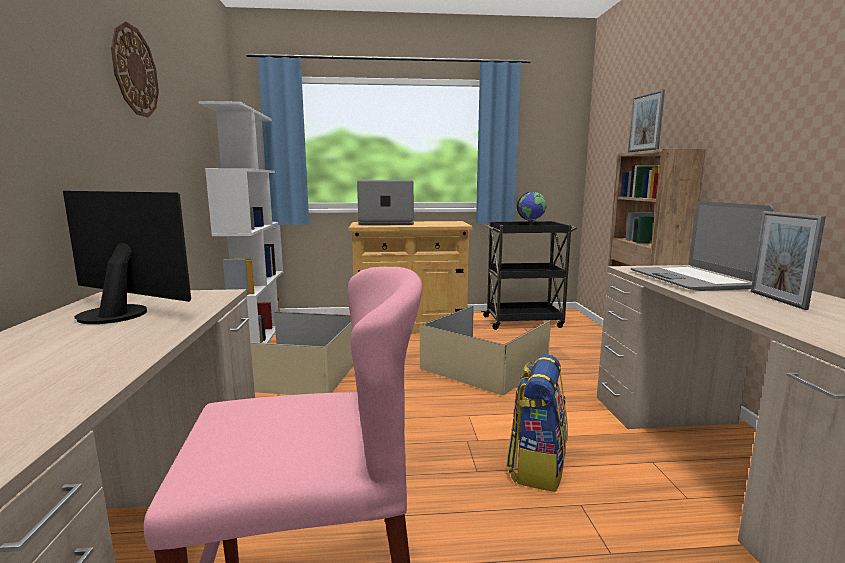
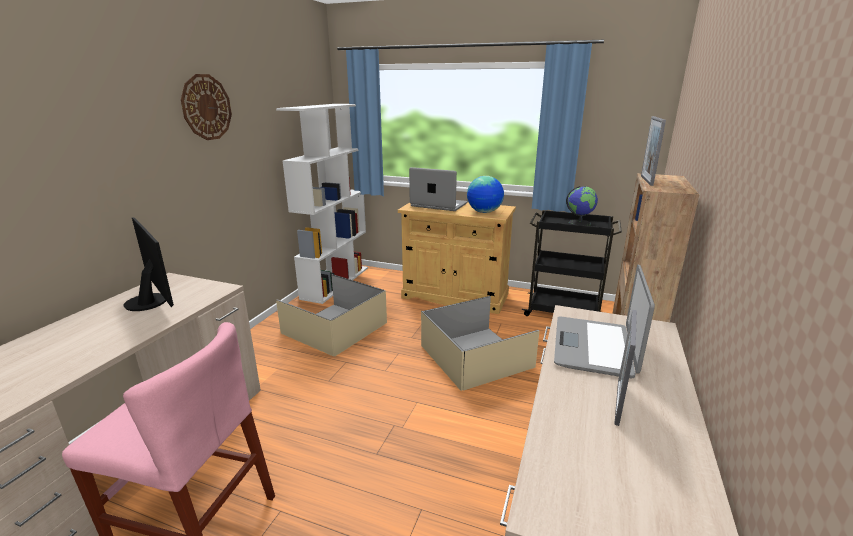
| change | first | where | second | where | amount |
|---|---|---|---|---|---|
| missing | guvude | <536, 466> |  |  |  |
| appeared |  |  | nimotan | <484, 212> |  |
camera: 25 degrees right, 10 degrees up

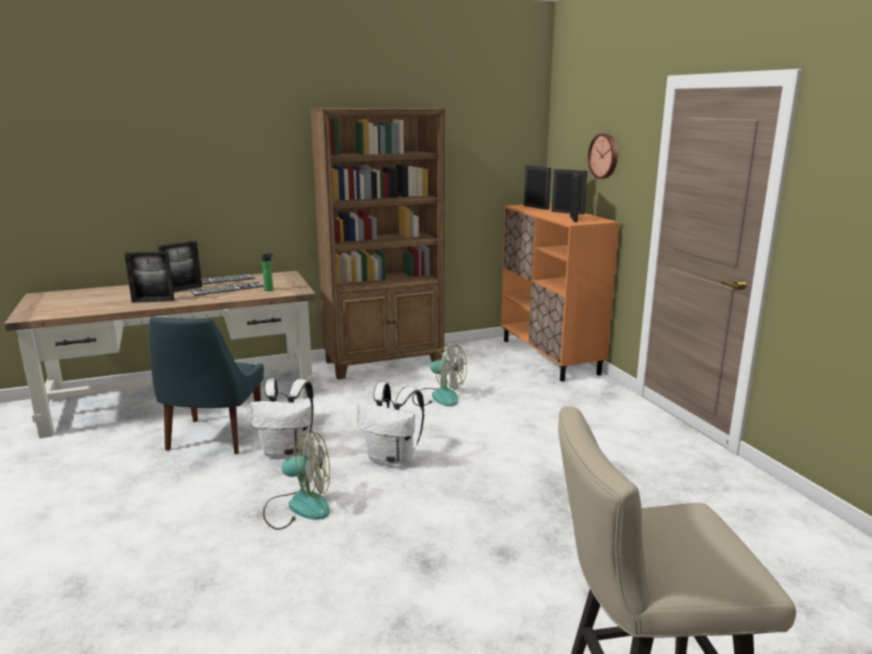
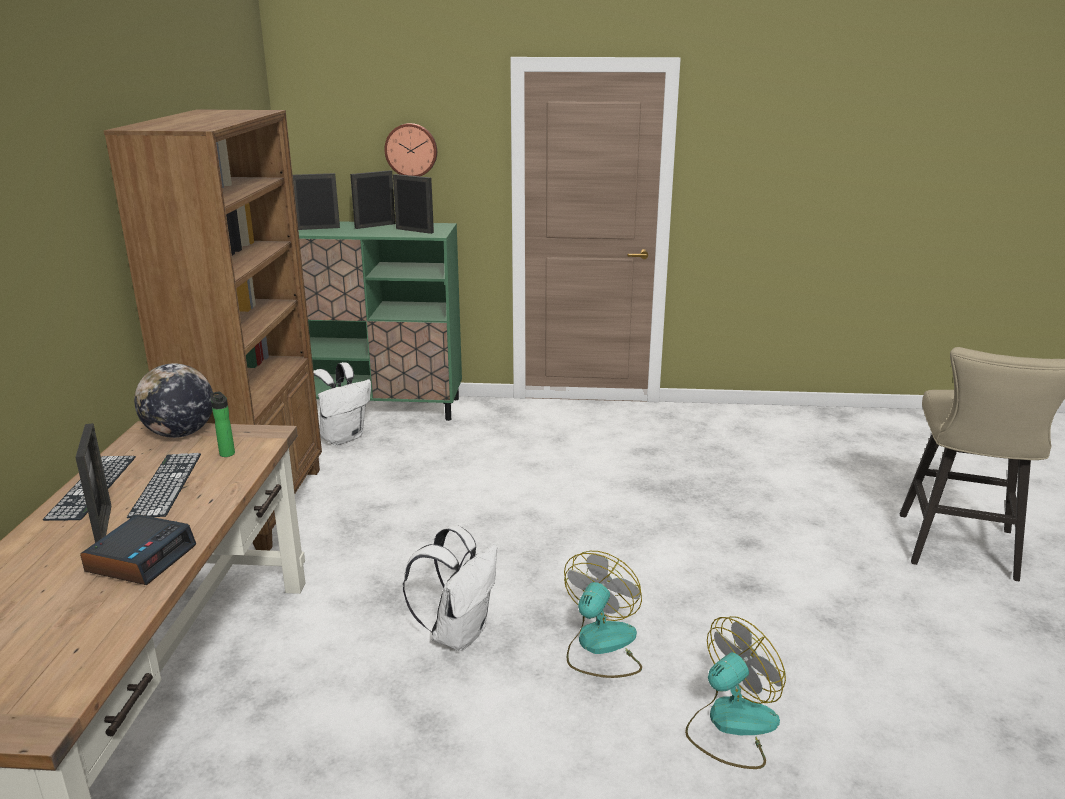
| change | first | where | second | where | amount |
|---|---|---|---|---|---|
| colour | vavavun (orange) | <549, 357> | vavavun (green) | <382, 407> |  |
| exchanged | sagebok | <153, 301> | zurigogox | <141, 558> |  |
| missing | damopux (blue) | <213, 438> |  |  |  |
| relocated | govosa | <438, 397> |  | <731, 725> |  |
| relocated | guvude (white) | <392, 460> |  | <342, 437> |  |
| appeared |  |  | nimotan | <180, 434> |  |
camera: 65 degrees left, 5 degrees up

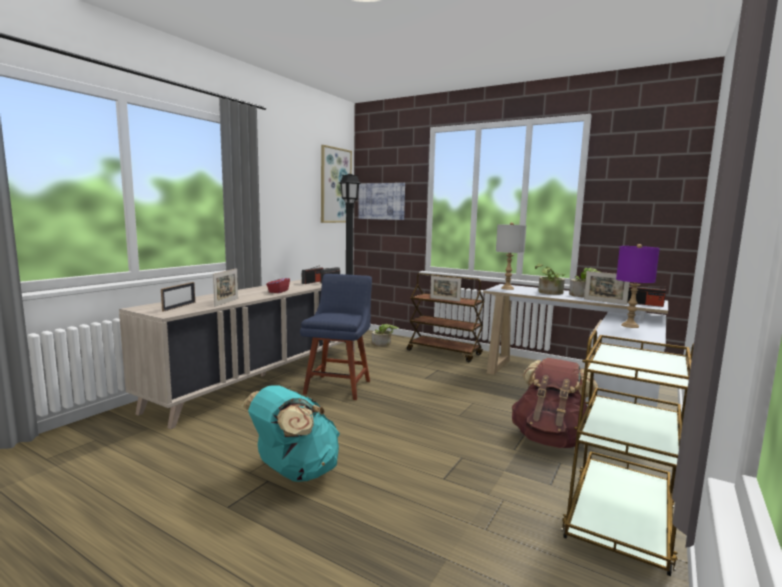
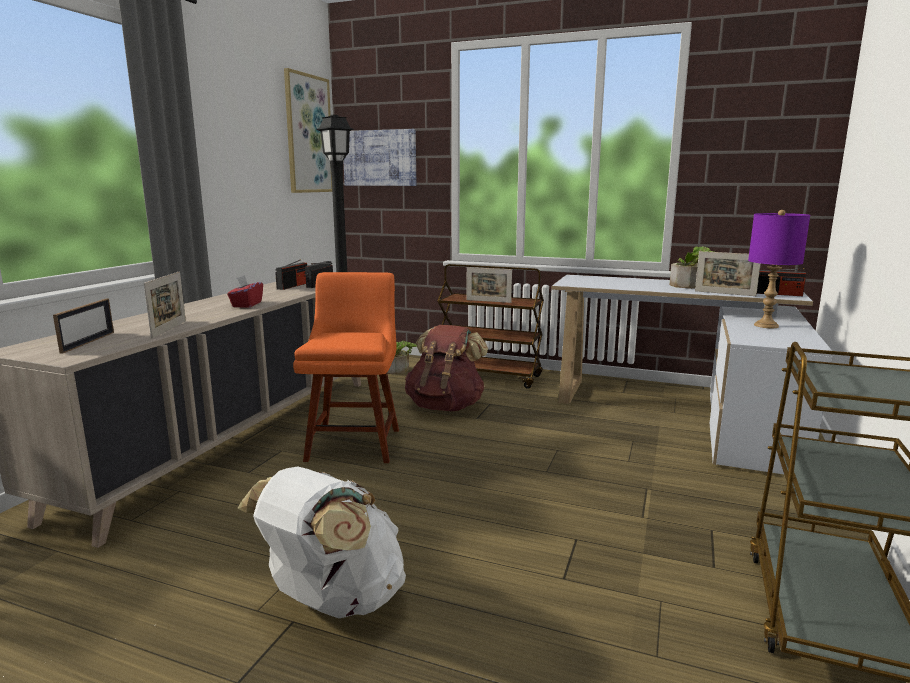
| change | first | where | second | where | amount |
|---|---|---|---|---|---|
| missing | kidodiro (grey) | <507, 288> |  |  |  |
| missing | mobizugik | <548, 293> |  |  |  |
| colour | damopux (blue) | <339, 386> | damopux (orange) | <355, 442> |  |
| relocated | guvude (brown) | <551, 439> |  | <446, 407> |  |
| colour | guvude (turquoise) | <294, 472> | guvude (white) | <333, 600> |  |
camera: 10 degrees left, 5 degrees up

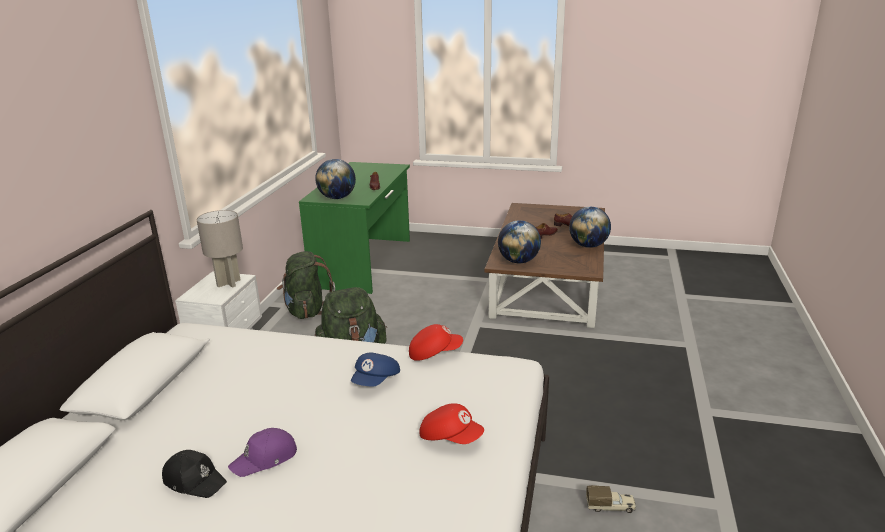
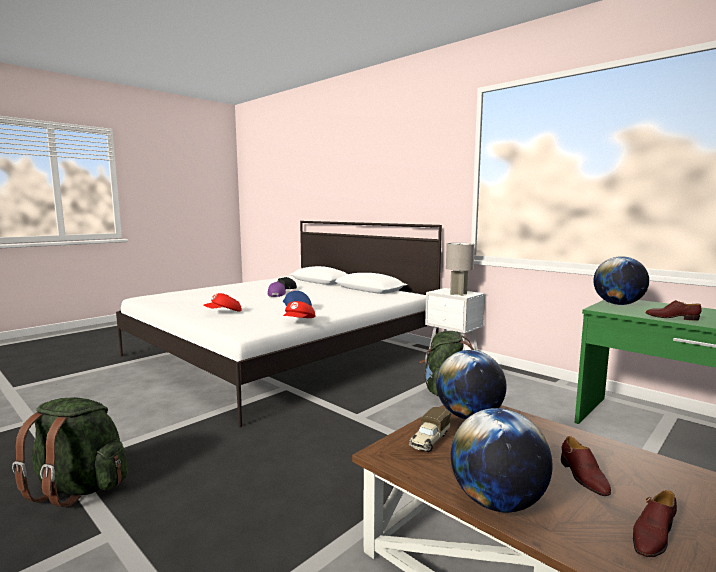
| change | first | where | second | where | amount |
|---|---|---|---|---|---|
| relocated | guvude (green) | <307, 311> |  | <79, 488> |  |
| relocated | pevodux | <610, 507> |  | <429, 441> |  |
camera: 120 degrees right, 15 degrees down

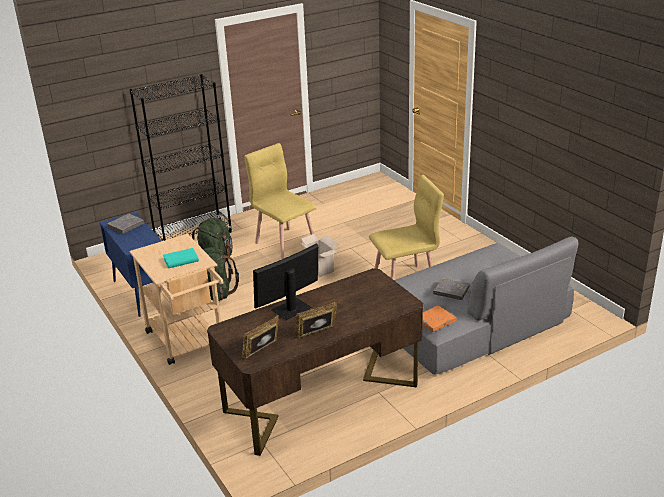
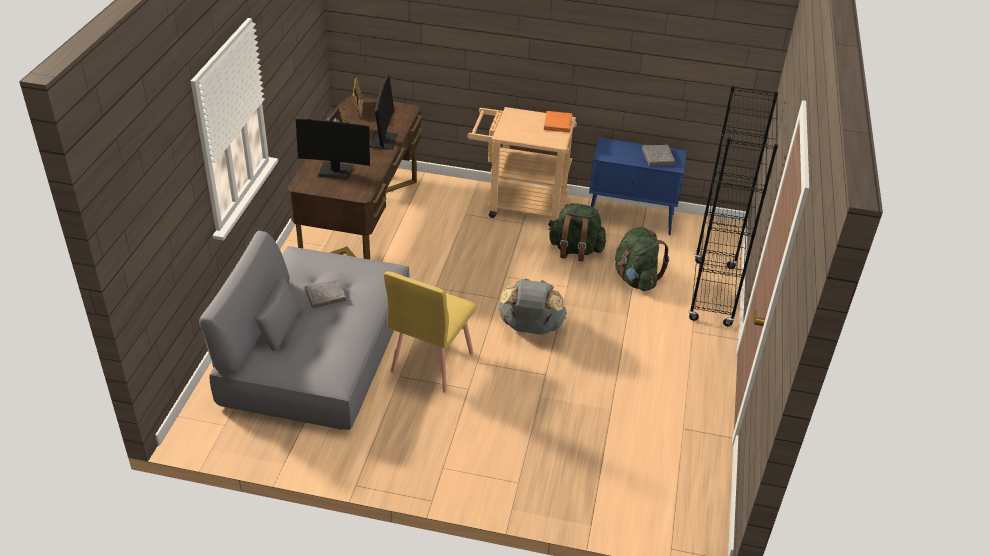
| change | first | where | second | where | amount |
|---|---|---|---|---|---|
| missing | damopux (yellow) | <285, 242> |  |  |  |
| exchanged | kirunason | <321, 269> | guvude (grey) | <530, 328> |  |
| missing | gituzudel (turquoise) | <181, 260> |  |  |  |
| relocated | gituzudel (orange) | <435, 321> |  | <557, 124> |  |
| appeared |  |  | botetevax | <335, 171> |  |
camera: 130 degrees right, 10 degrees up

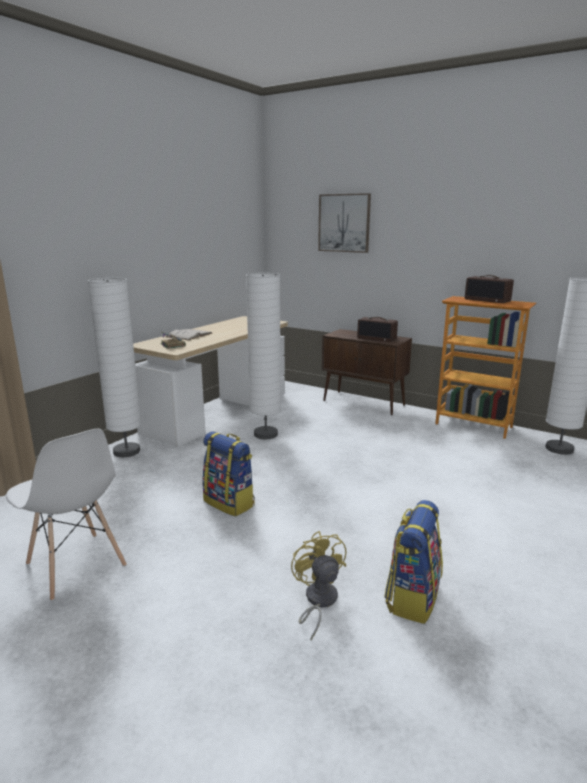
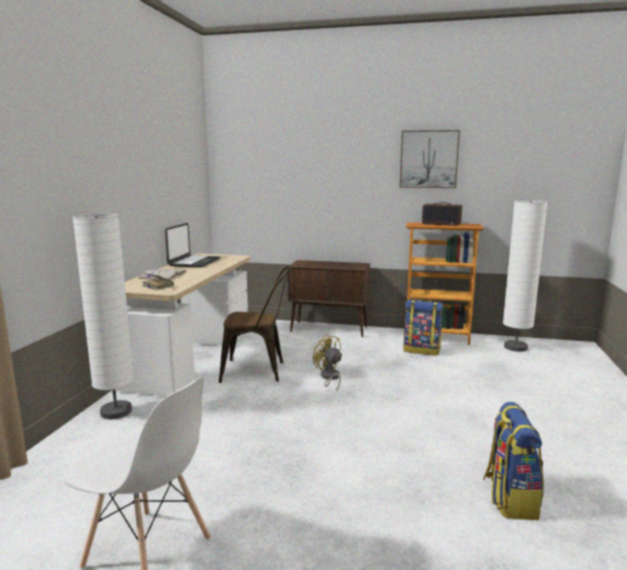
| change | first | where | second | where | amount |
|---|---|---|---|---|---|
| relocated | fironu | <344, 223> |  | <429, 159> |  |
| exchanged | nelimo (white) | <266, 434> | damopux (brown) | <258, 371> |  |
| missing | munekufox | <377, 338> |  |  |  |
| relocated | guvude | <230, 503> |  | <422, 350> |  |
| relocated | govosa (yellow) | <318, 601> |  | <329, 378> |  |
| appeared |  |  | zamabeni | <194, 262> |  |
camera: 20 degrees left, 5 degrees down

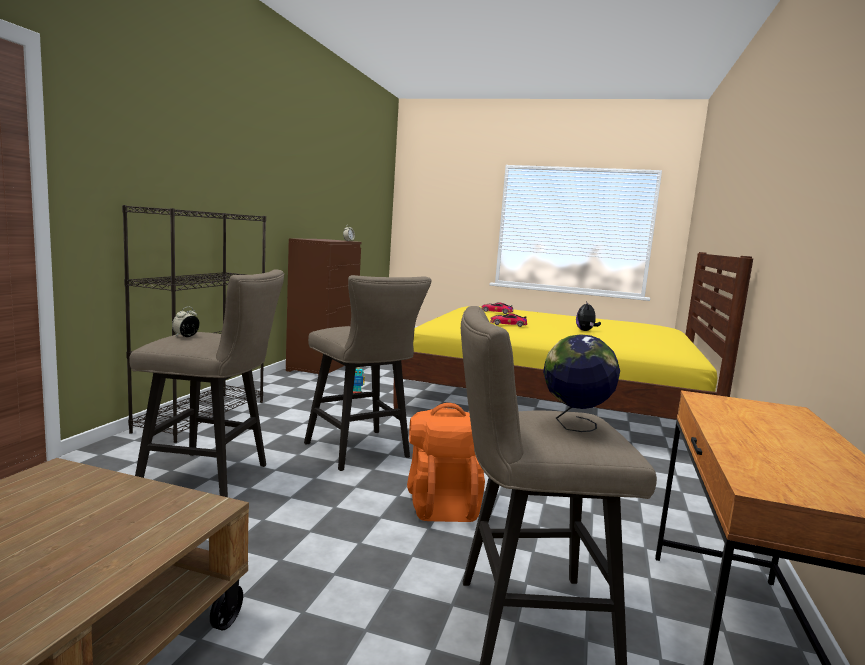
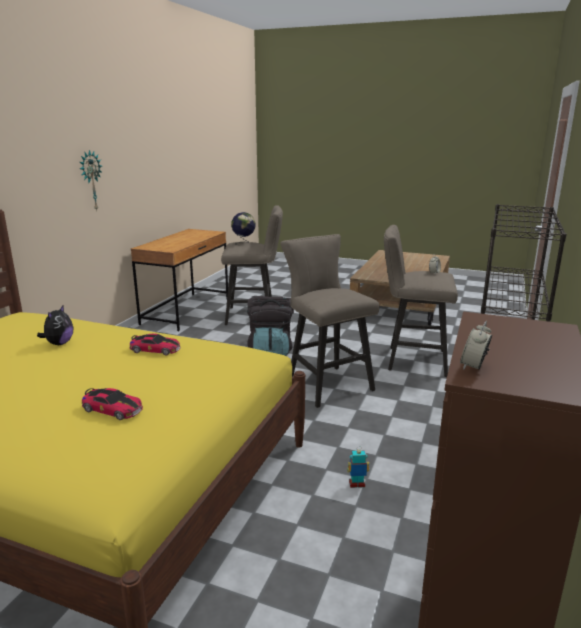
| change | first | where | second | where | amount |
|---|---|---|---|---|---|
| colour | guvude (orange) | <443, 503> | guvude (black) | <271, 351> |  |
| appeared |  |  | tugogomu | <90, 181> |  |
camera: 175 degrees left, 10 degrees up

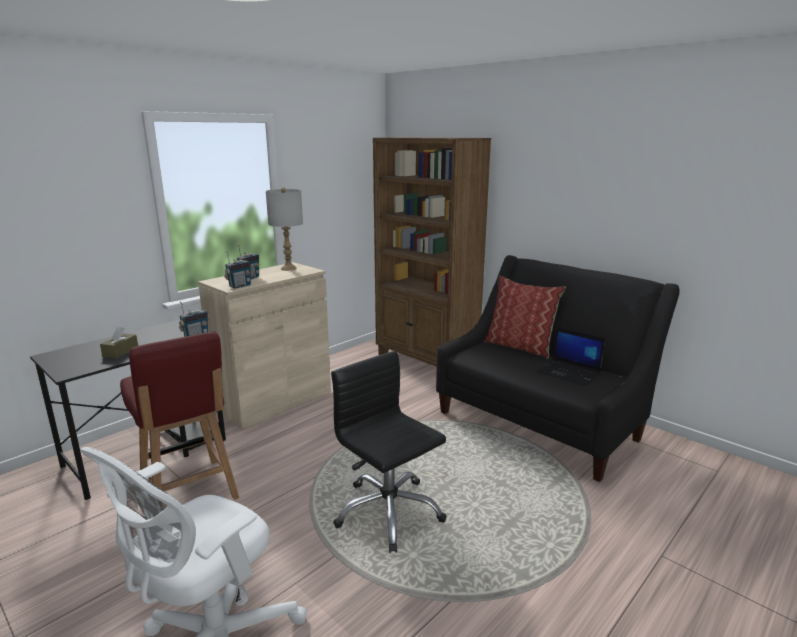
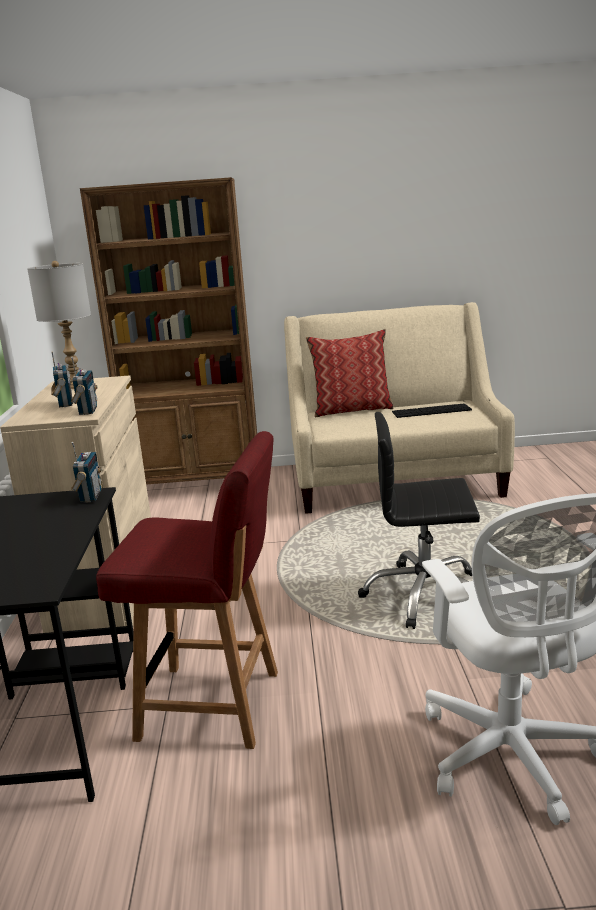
| change | first | where | second | where | amount |
|---|---|---|---|---|---|
| colour | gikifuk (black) | <541, 421> | gikifuk (beige) | <395, 481> |  |
| missing | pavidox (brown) | <120, 352> |  |  |  |
| exchanged | zamabeni | <570, 373> | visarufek | <431, 411> |  |
camera: 45 degrees left, 0 degrees up

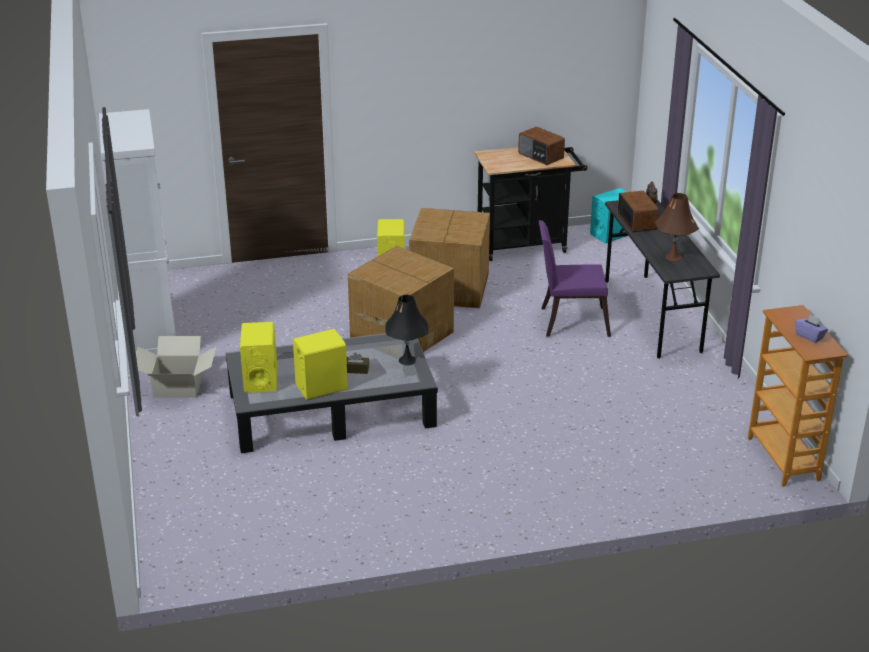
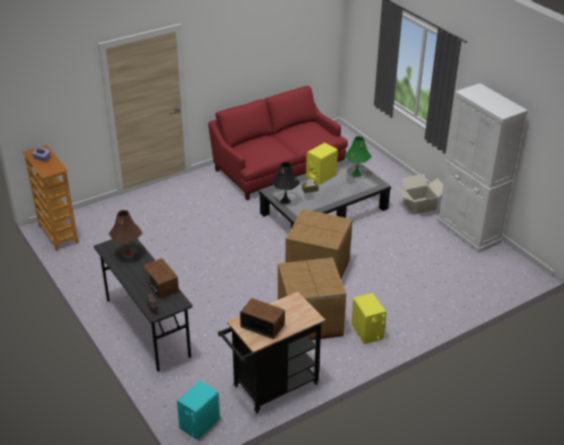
| change | first | where | second | where | amount |
|---|---|---|---|---|---|
| missing | damopux (purple) | <569, 321> |  |  |  |
| exchanged | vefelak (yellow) | <260, 379> | kidodiro (green) | <356, 174> |  |
| appeared |  |  | gikifuk (red) | <278, 166> |  |
camera: 160 degrees right, 5 degrees up

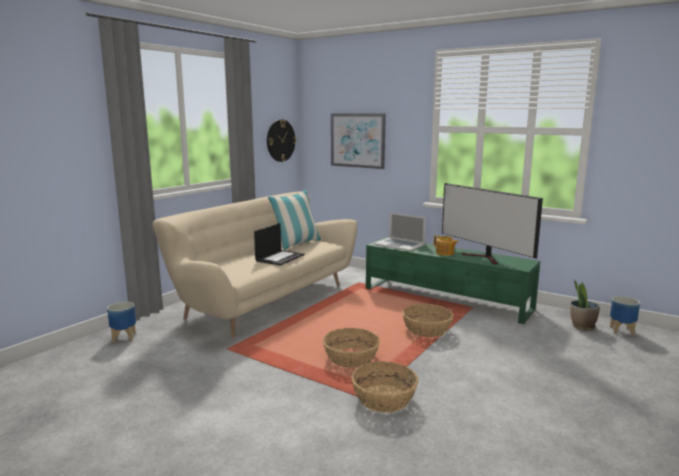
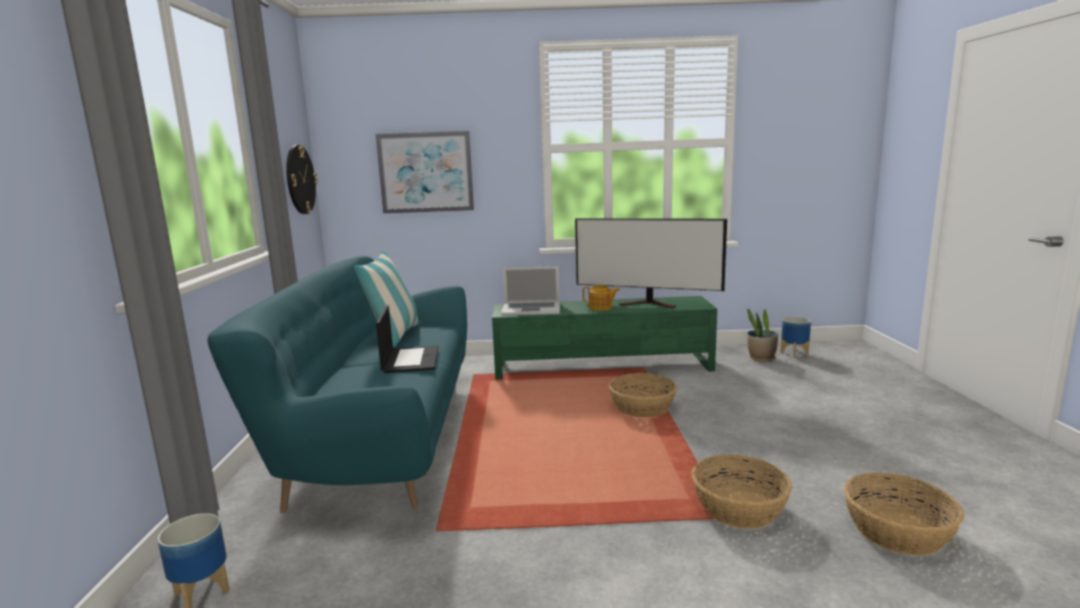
| change | first | where | second | where | amount |
|---|---|---|---|---|---|
| colour | gikifuk (beige) | <264, 300> | gikifuk (turquoise) | <378, 436> |  |
| relocated | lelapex | <351, 358> |  | <898, 531> |  |
camera: 35 degrees left, 0 degrees up

